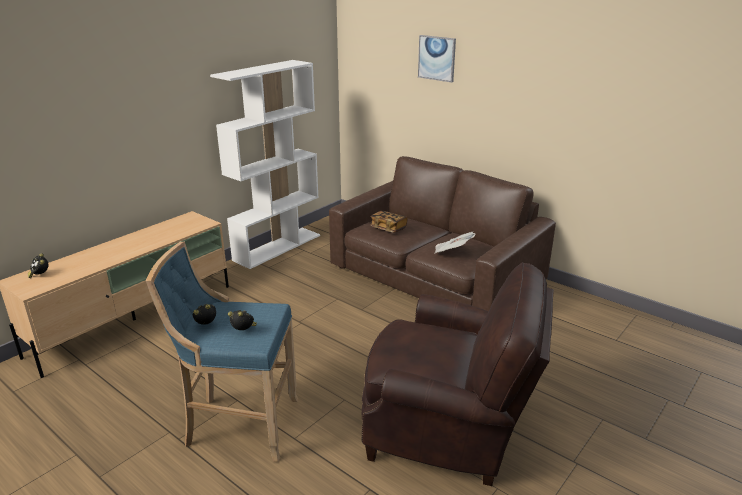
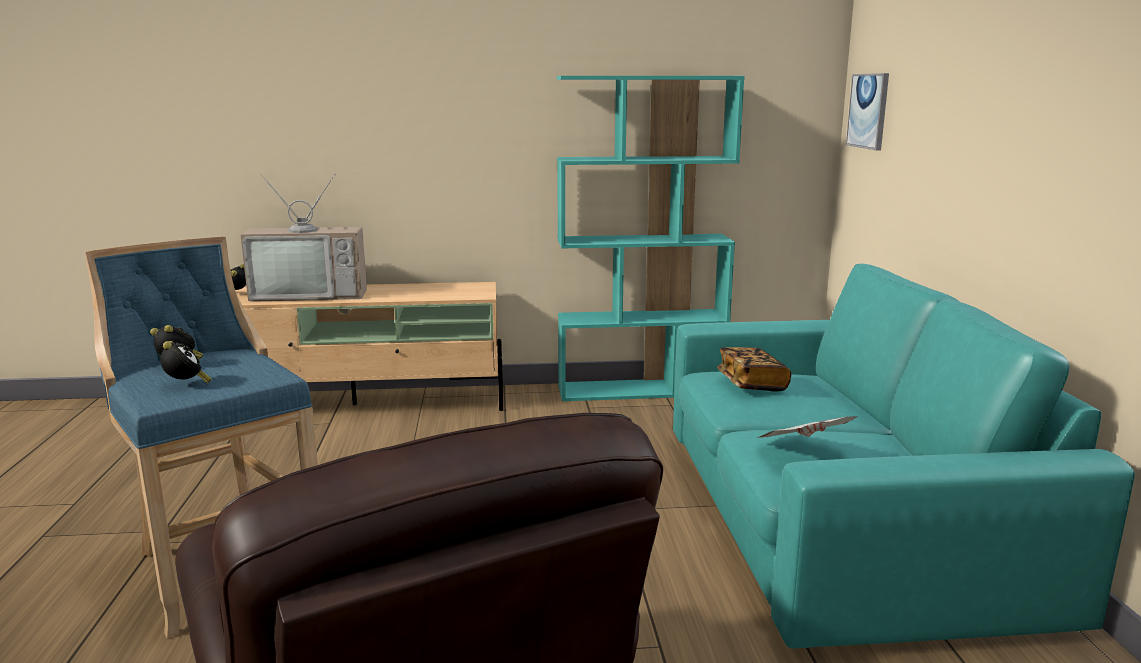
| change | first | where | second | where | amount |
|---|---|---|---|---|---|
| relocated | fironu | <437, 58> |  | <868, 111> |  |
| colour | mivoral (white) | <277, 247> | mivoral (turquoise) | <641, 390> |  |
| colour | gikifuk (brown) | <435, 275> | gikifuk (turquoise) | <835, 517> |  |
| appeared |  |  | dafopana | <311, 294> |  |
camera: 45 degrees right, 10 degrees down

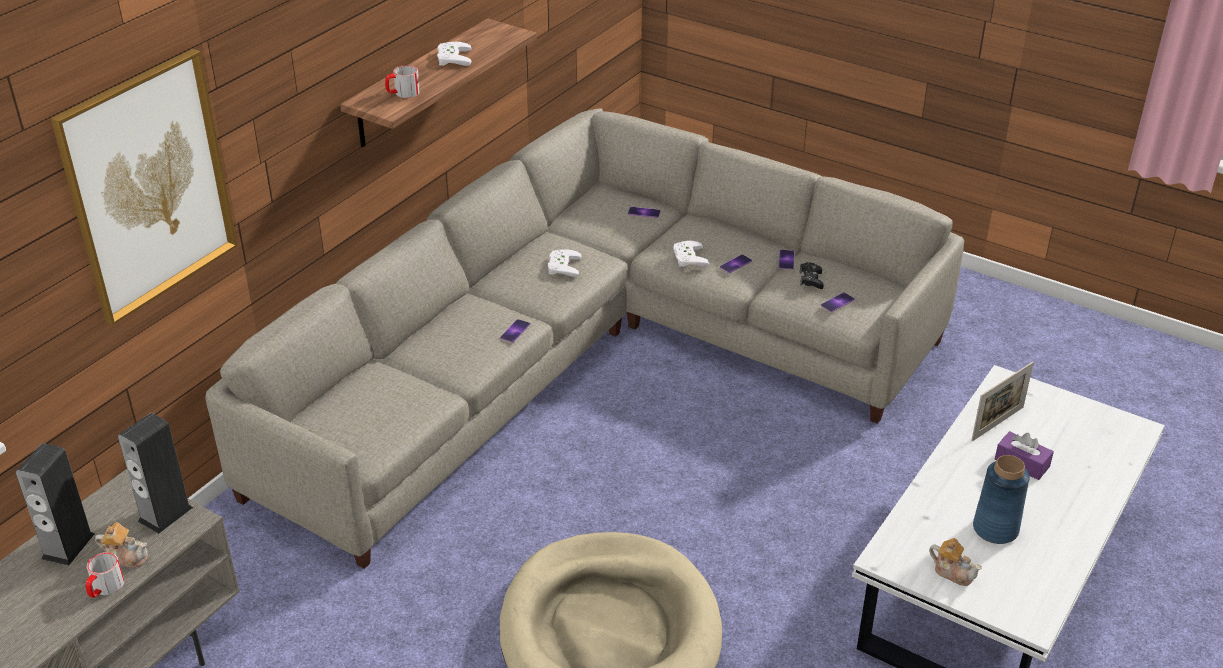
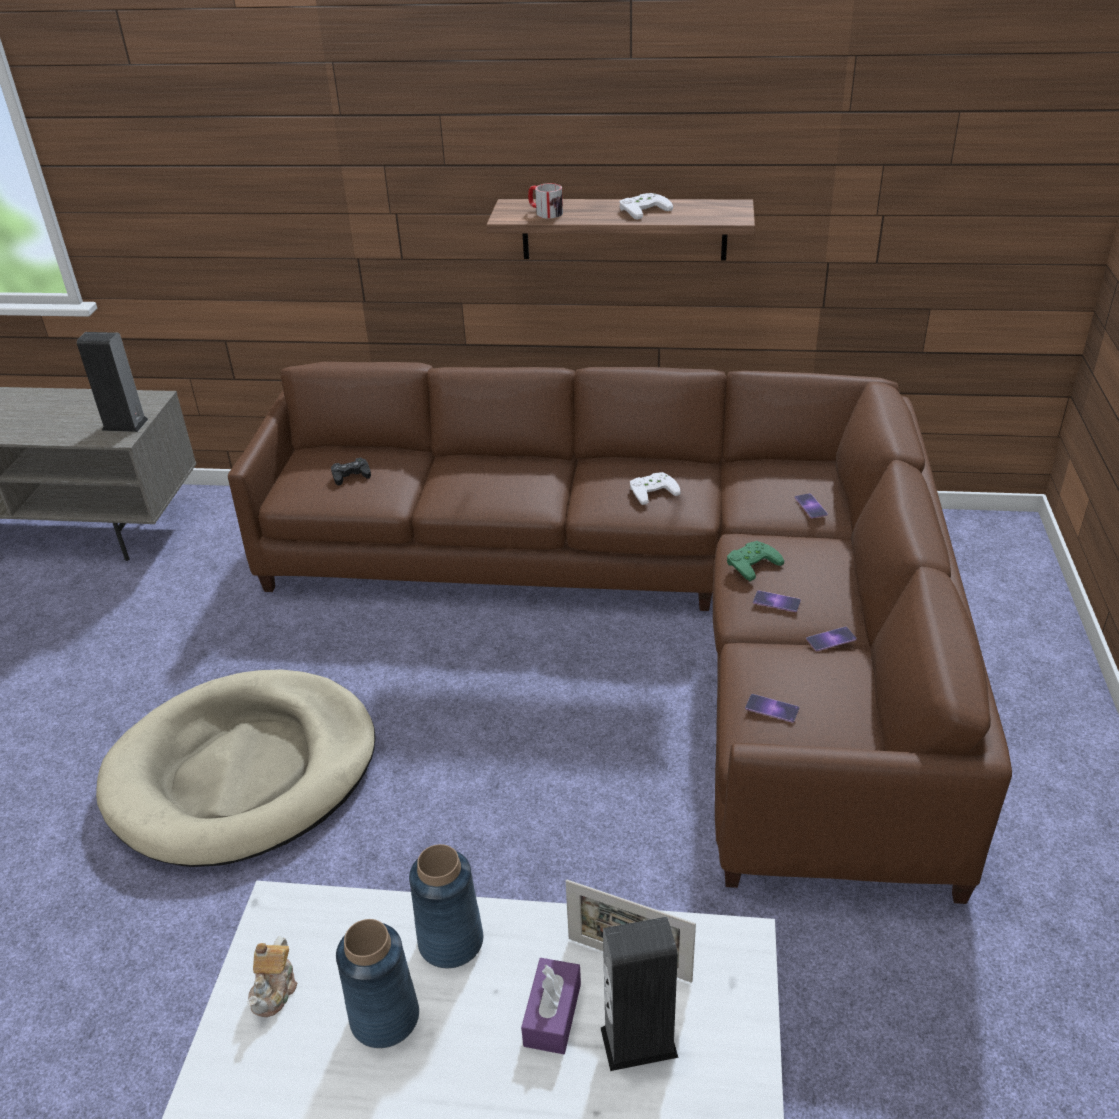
| change | first | where | second | where | amount |
|---|---|---|---|---|---|
| missing | fironu | <148, 186> |  |  |  |
| colour | gikifuk (grey) | <592, 357> | gikifuk (brown) | <650, 608> |  |
| colour | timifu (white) | <687, 257> | timifu (green) | <751, 562> |  |
| relocated | timifu (black) | <811, 280> |  | <351, 475> |  |
| missing | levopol | <515, 331> |  |  |  |
| relocated | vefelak | <68, 546> |  | <639, 1042> |  |
| missing | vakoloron | <127, 556> |  |  |  |
| missing | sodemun | <105, 588> |  |  |  |
| appeared |  |  | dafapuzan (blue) | <451, 942> |  |
camera: 65 degrees right, 0 degrees up

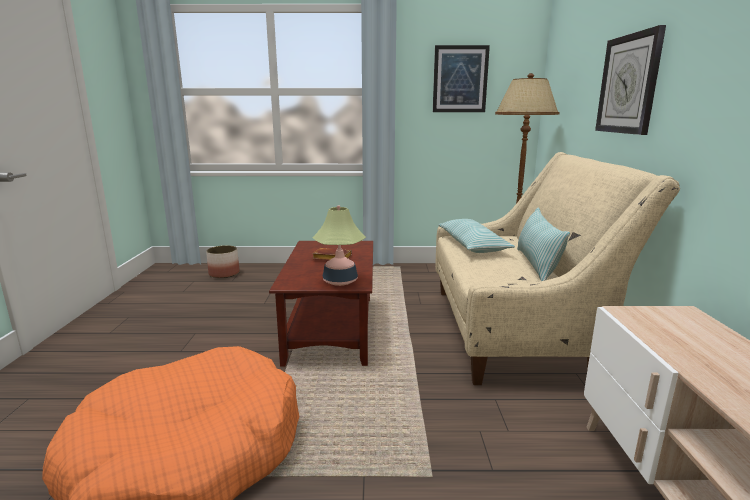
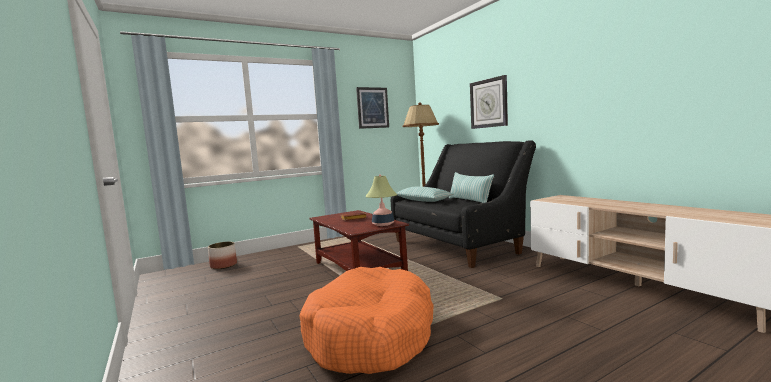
| change | first | where | second | where | amount |
|---|---|---|---|---|---|
| colour | gikifuk (beige) | <516, 330> | gikifuk (black) | <459, 245> |  |
camera: 30 degrees left, 10 degrees down

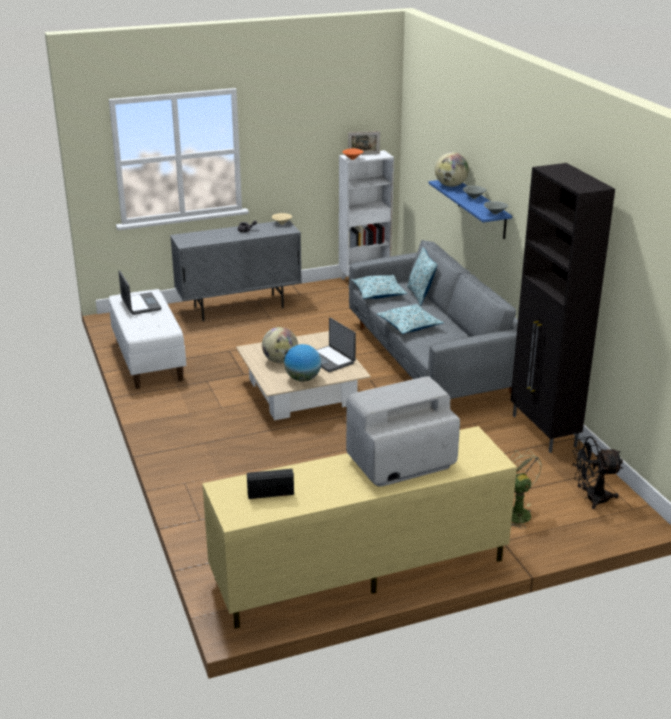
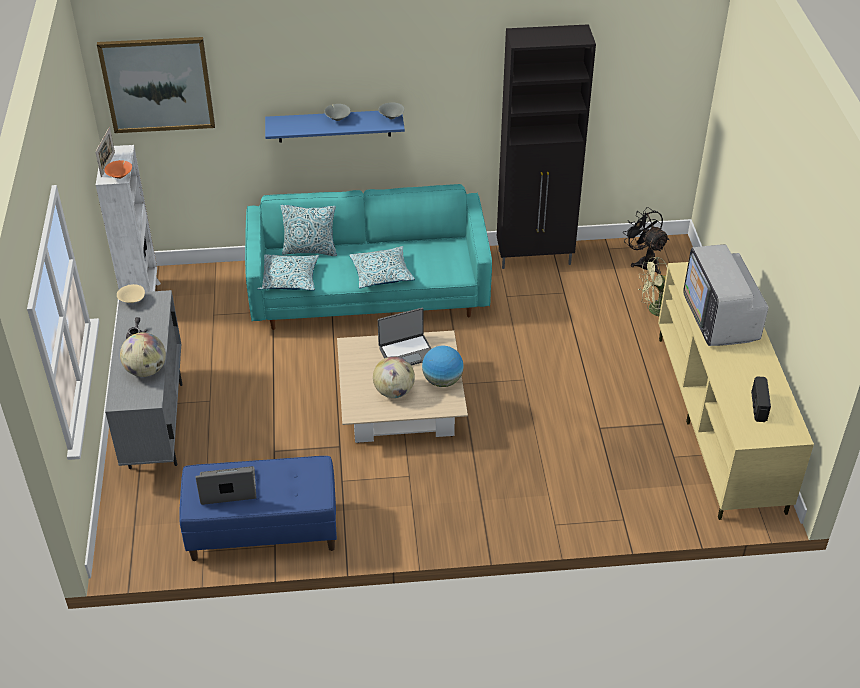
| change | first | where | second | where | amount |
|---|---|---|---|---|---|
| relocated | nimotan | <450, 185> |  | <146, 370> |  |
| colour | gikifuk (grey) | <432, 358> | gikifuk (turquoise) | <368, 292> |  |
| colour | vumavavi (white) | <148, 360> | vumavavi (blue) | <262, 532> |  |
| spun | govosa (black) | <591, 498> |  | <644, 262> | 135 degrees clockwise |
| appeared |  |  | fironu | <157, 84> |  |
camera: 75 degrees left, 15 degrees up

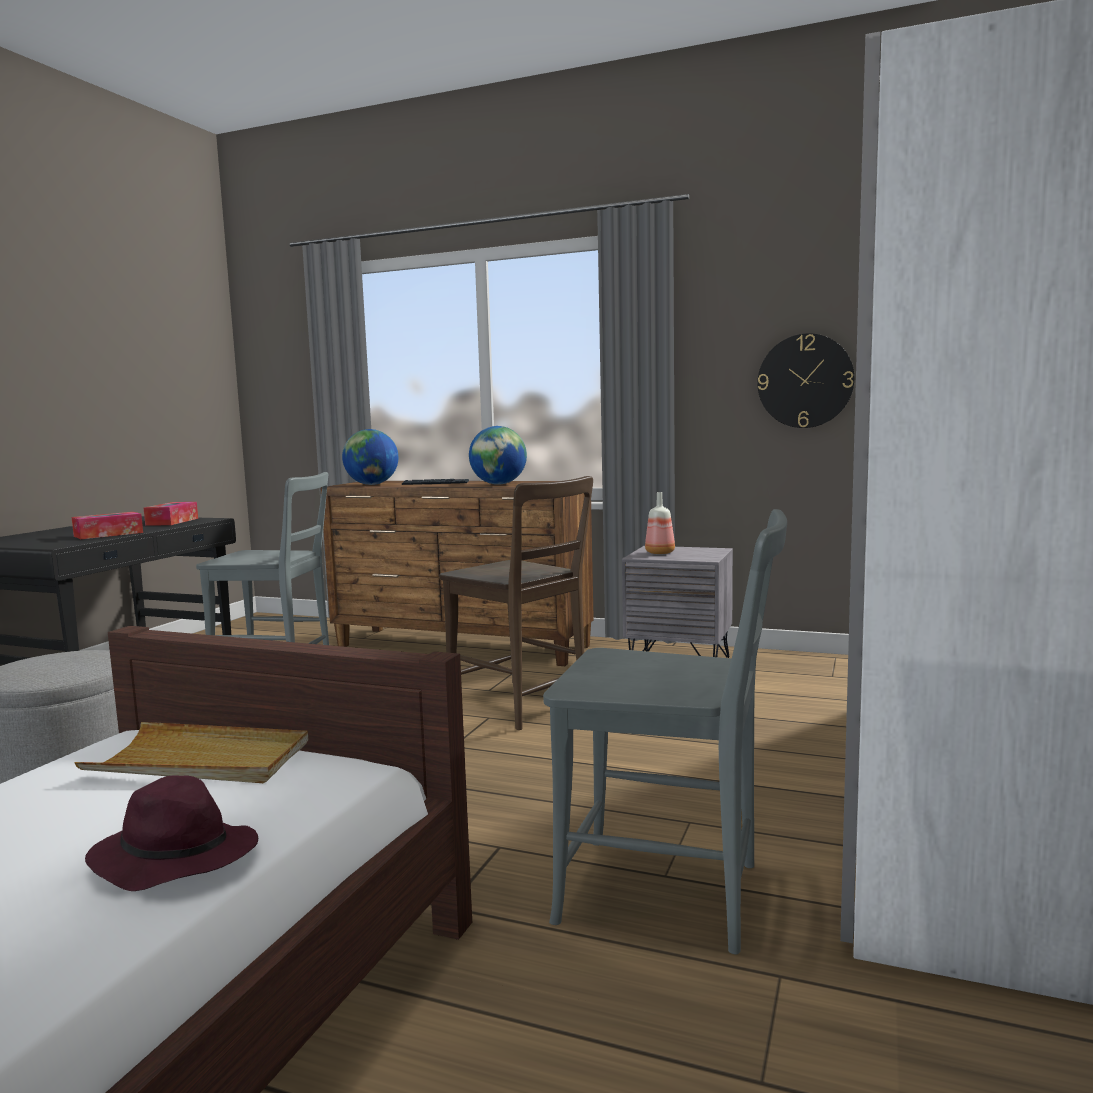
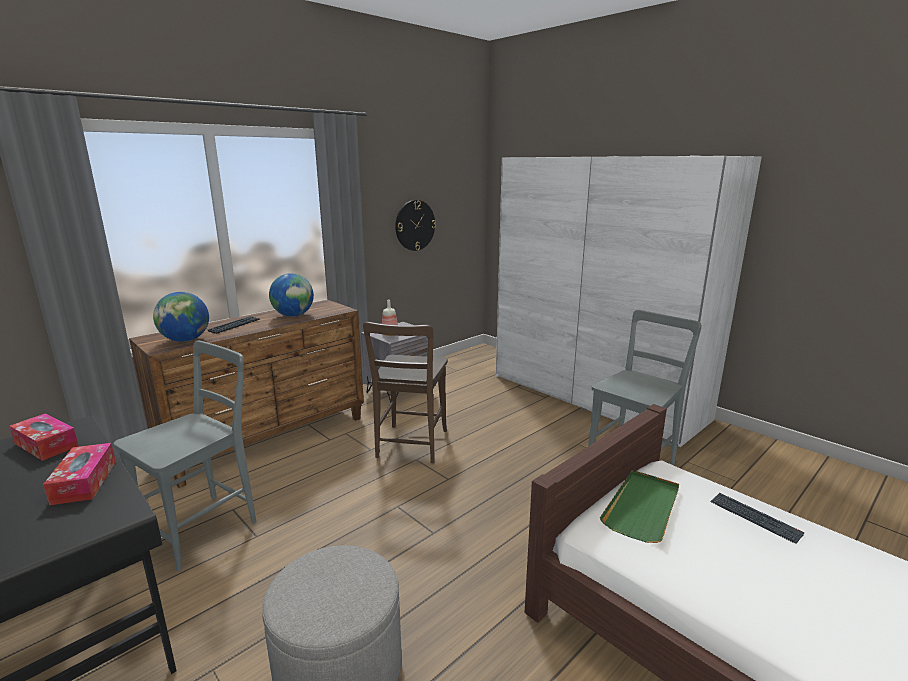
| change | first | where | second | where | amount |
|---|---|---|---|---|---|
| spun | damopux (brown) | <522, 706> |  | <410, 446> | 120 degrees clockwise |
| colour | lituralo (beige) | <200, 761> | lituralo (green) | <642, 508> |  |
| exchanged | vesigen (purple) | <173, 858> | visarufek | <754, 518> |  |
camera: 65 degrees left, 10 degrees up

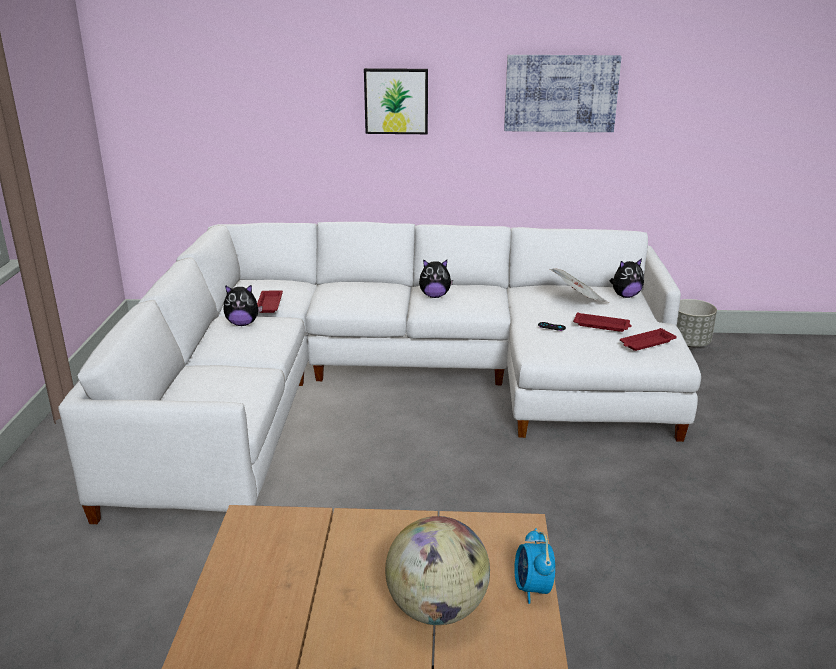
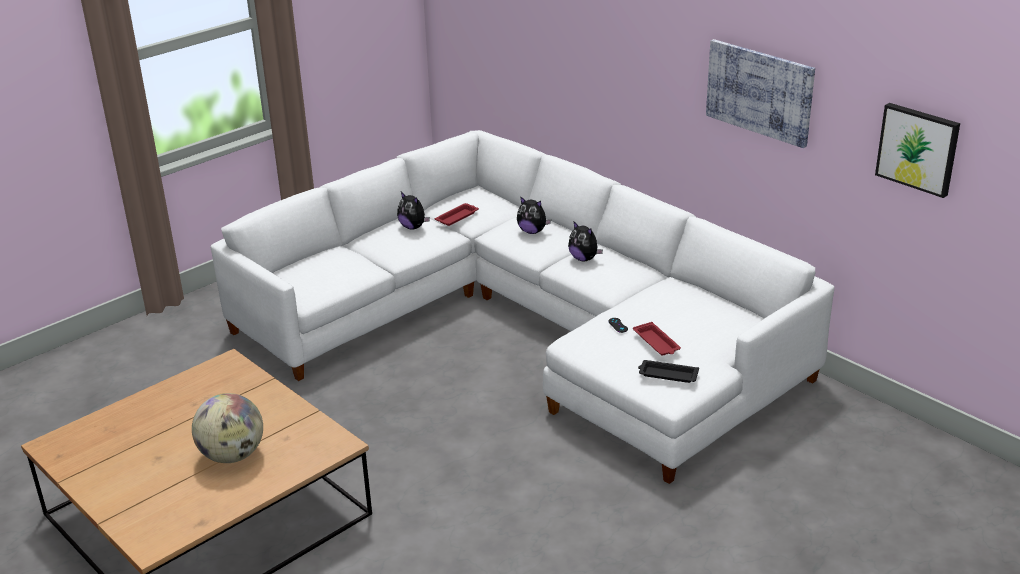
| change | first | where | second | where | amount |
|---|---|---|---|---|---|
| relocated | fironu | <396, 101> |  | <918, 148> |  |
| relocated | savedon | <625, 296> |  | <532, 231> |  |
| missing | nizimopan | <578, 300> |  |  |  |
| missing | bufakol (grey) | <689, 343> |  |  |  |
| colour | lituralo (red) | <646, 343> | lituralo (black) | <667, 374> |  |
| missing | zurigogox | <532, 589> |  |  |  |
camera: 45 degrees right, 5 degrees up

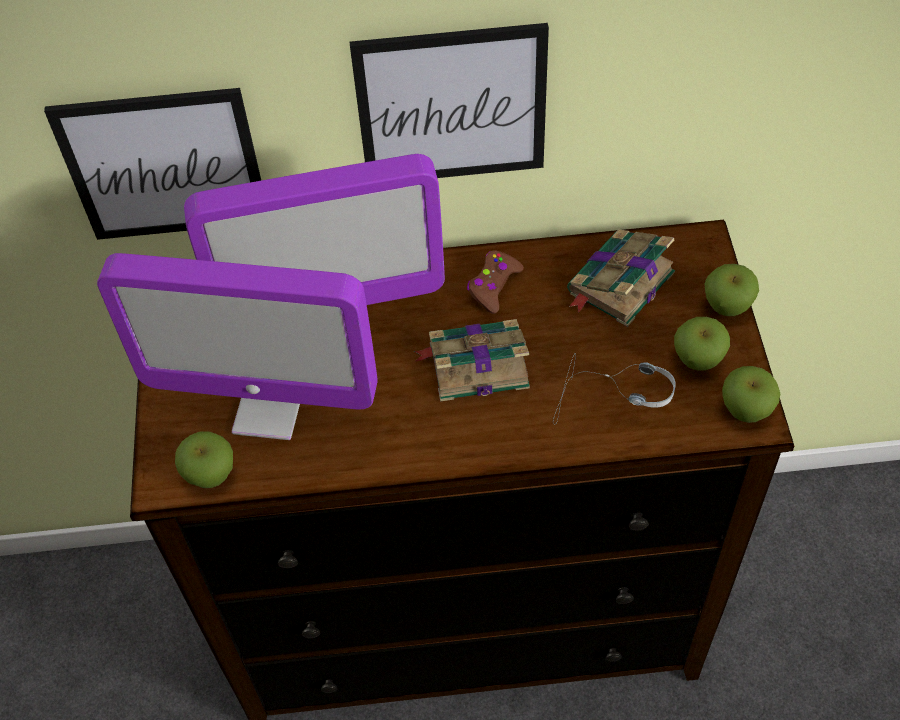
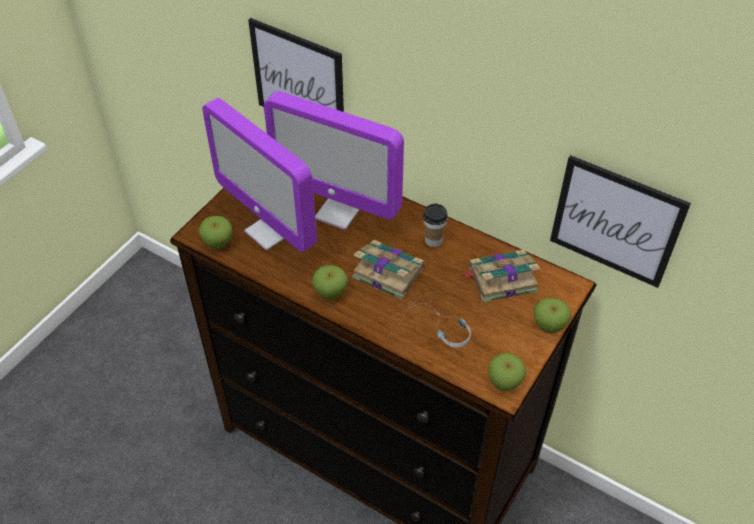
| change | first | where | second | where | amount |
|---|---|---|---|---|---|
| relocated | fironu | <452, 106> |  | <616, 221> |  |
| exchanged | timifu (brown) | <493, 286> | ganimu | <433, 240> |  |
| relocated | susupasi | <698, 360> |  | <330, 293> |  |
camera: 35 degrees right, 5 degrees down

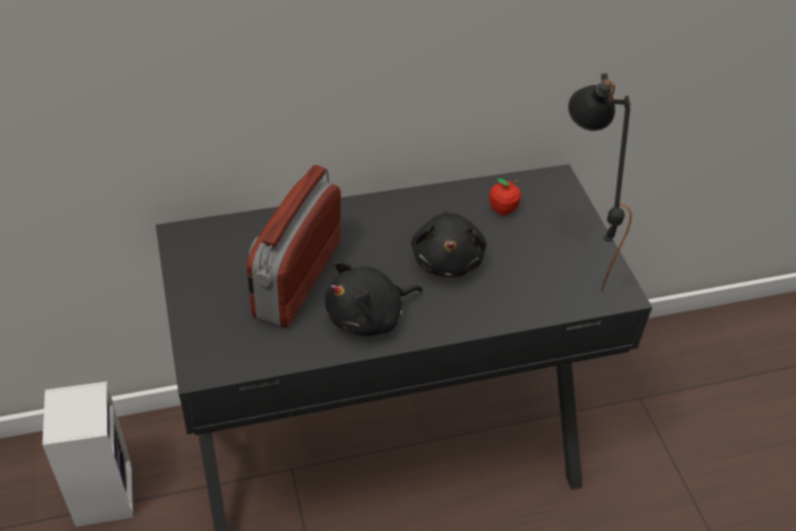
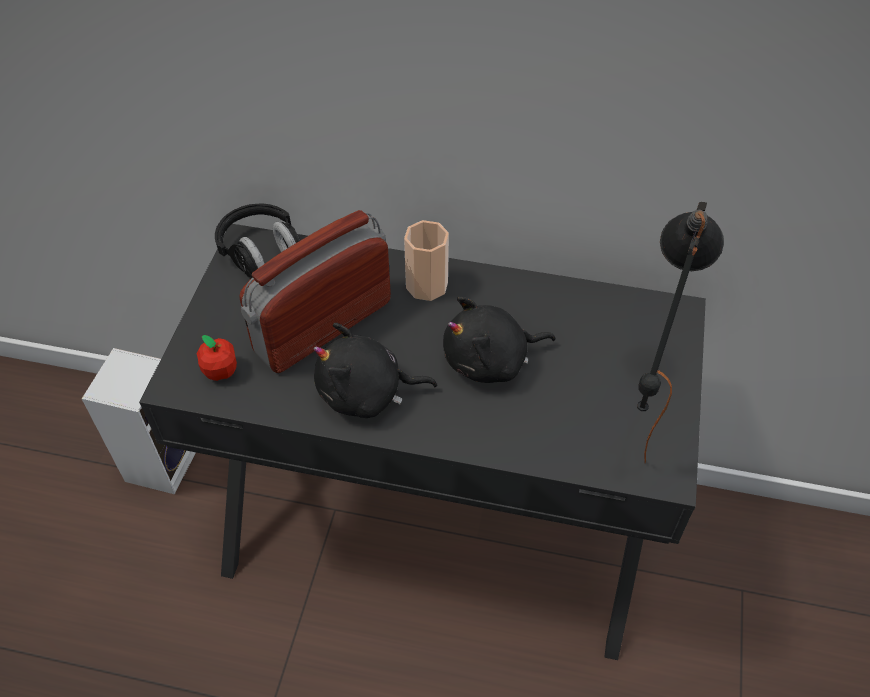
| change | first | where | second | where | amount |
|---|---|---|---|---|---|
| relocated | susupasi | <502, 209> |  | <221, 371> |  |
| spun | savedon (black) | <447, 259> |  | <490, 361> | 45 degrees clockwise |
| appeared |  |  | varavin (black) | <262, 255> |  |
| appeared |  |  | ganimu | <427, 285> |  |
camera: 30 degrees right, 5 degrees up

